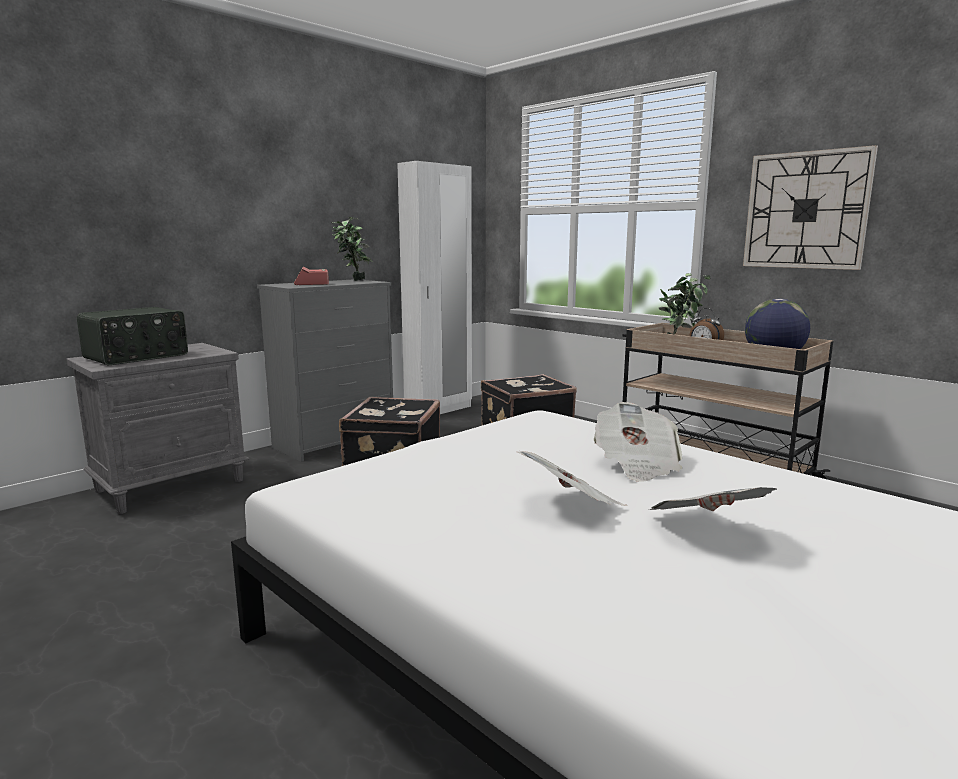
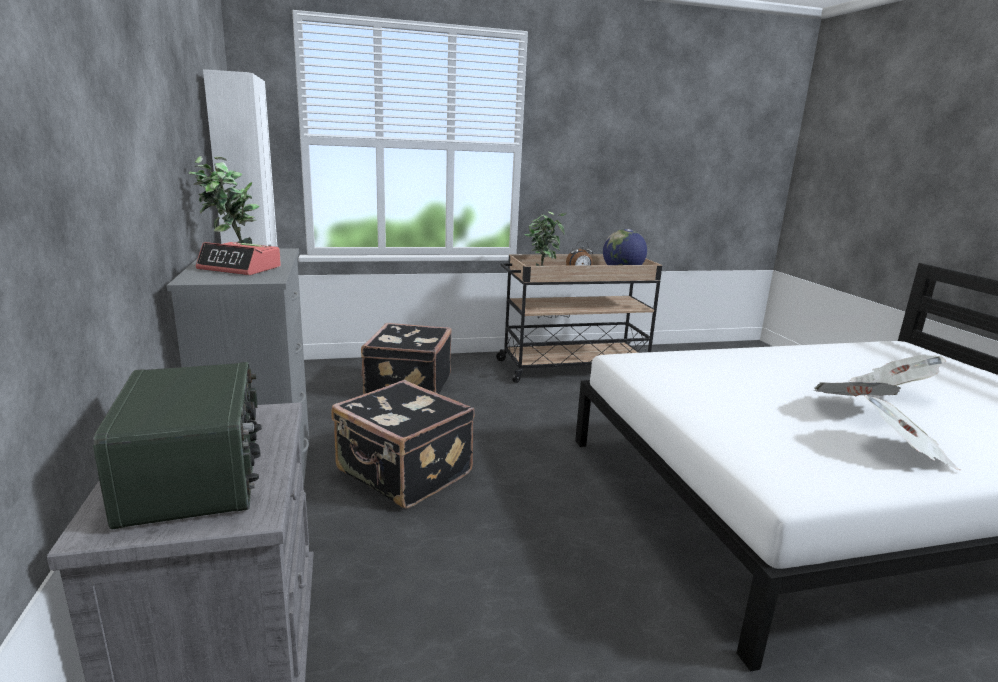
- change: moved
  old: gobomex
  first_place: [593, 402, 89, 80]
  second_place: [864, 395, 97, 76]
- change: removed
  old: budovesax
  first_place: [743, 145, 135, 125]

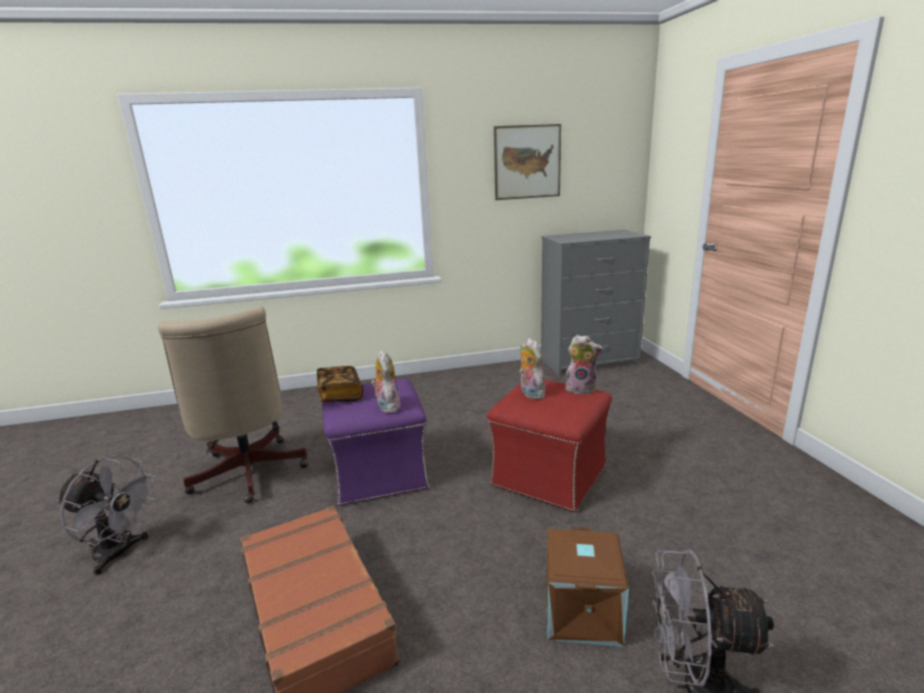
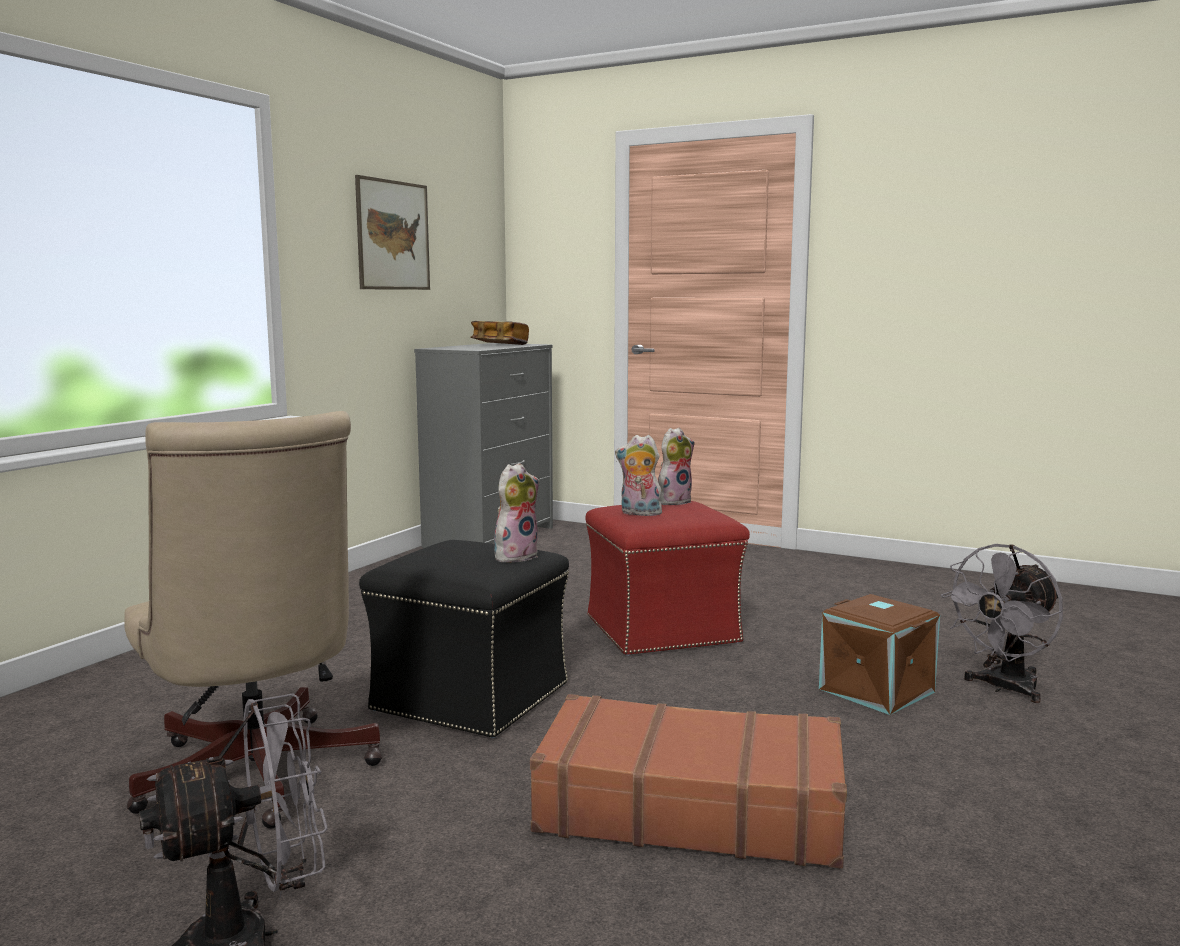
- change: turned
  old: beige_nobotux
  first_place: [158, 306, 150, 197]
  second_place: [124, 411, 258, 418]
  degrees: 45
- change: recoloured
  old: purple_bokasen
  new: black_bokasen
  first_place: [322, 379, 108, 127]
  second_place: [359, 540, 210, 198]
- change: moved
  old: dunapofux
  first_place: [317, 366, 47, 36]
  second_place: [470, 321, 59, 24]
- change: turned
  old: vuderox
  first_place: [371, 350, 29, 63]
  second_place: [494, 463, 45, 99]
  degrees: 105

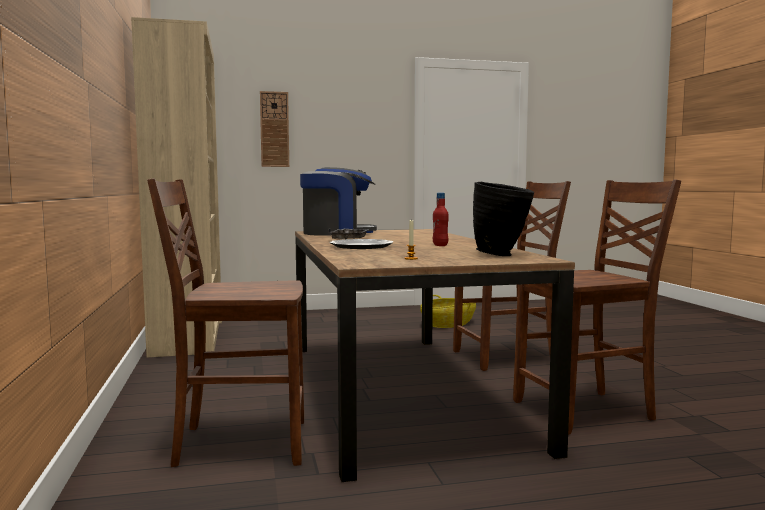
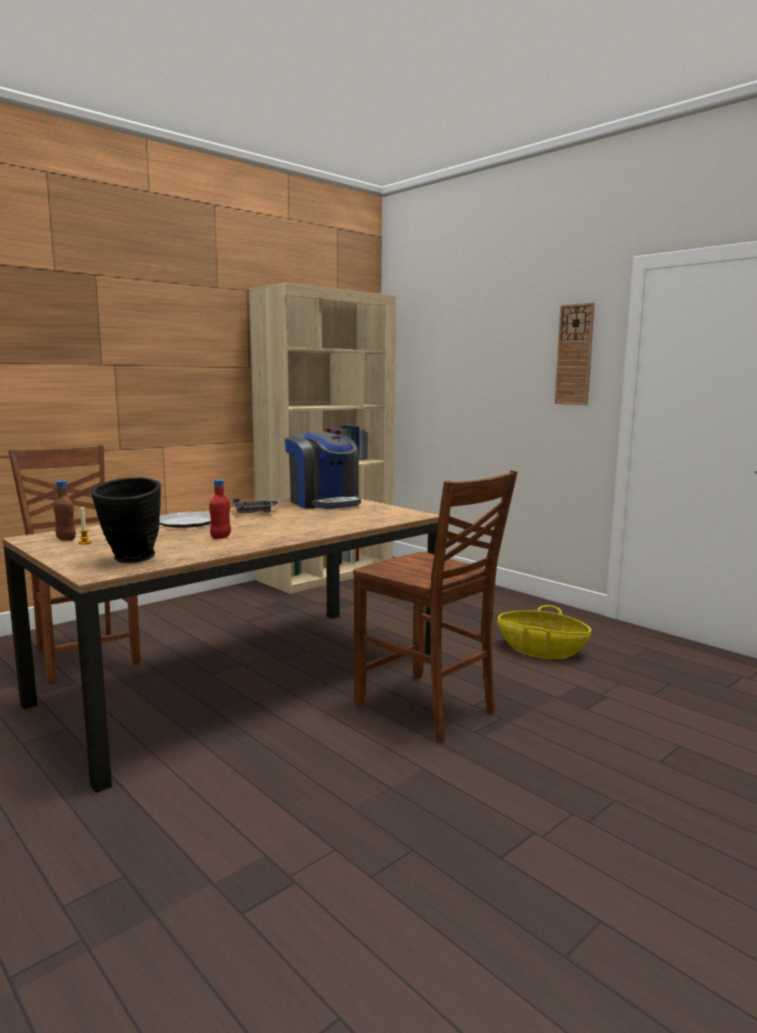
- change: added
  new: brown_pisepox
  second_place: [53, 480, 23, 61]
- change: moved
  old: budovesax
  first_place: [260, 91, 29, 76]
  second_place: [555, 303, 40, 102]
- change: removed
  old: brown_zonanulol
  first_place: [513, 179, 168, 256]

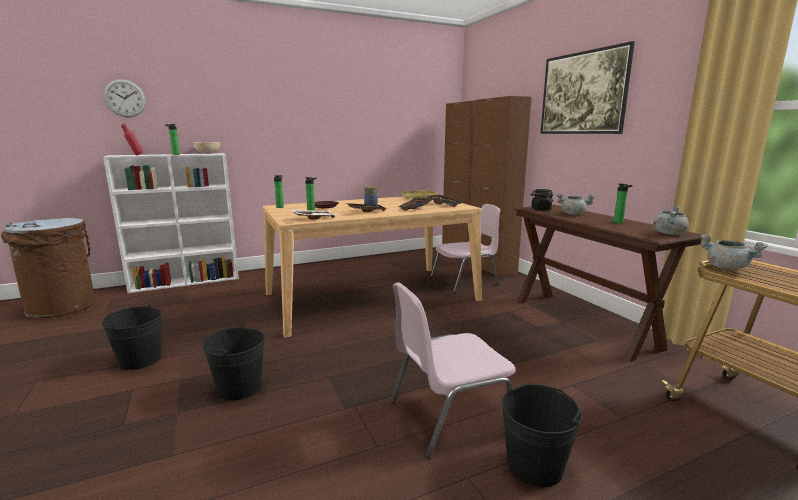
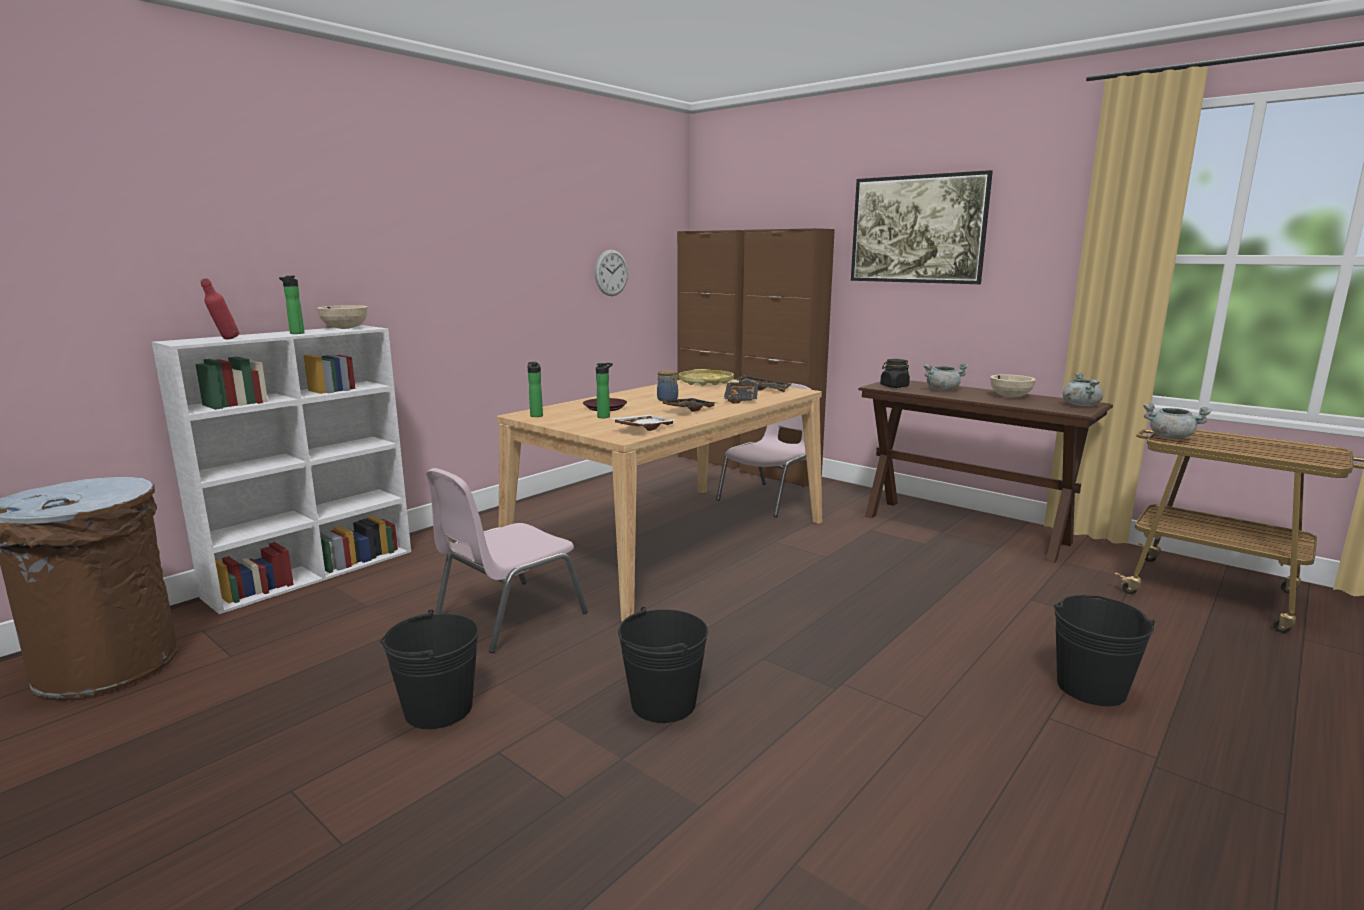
- change: moved
  old: pink_zonanulol
  first_place: [391, 282, 125, 177]
  second_place: [426, 468, 162, 185]
- change: moved
  old: budovesax
  first_place: [103, 79, 43, 39]
  second_place: [595, 250, 33, 46]
- change: replaced
  old: pisepox
  new: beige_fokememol
  first_place: [613, 184, 20, 39]
  second_place: [990, 374, 46, 24]

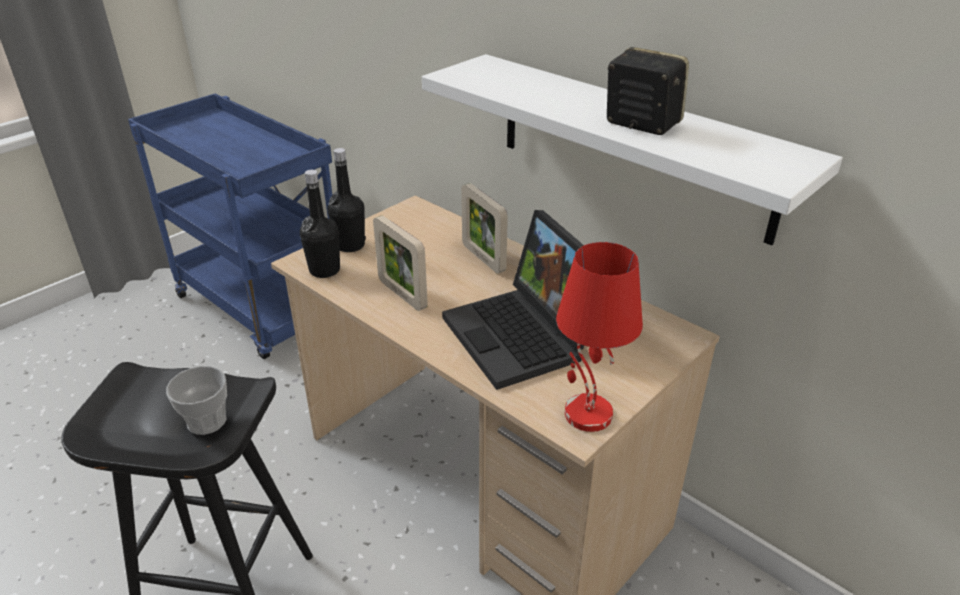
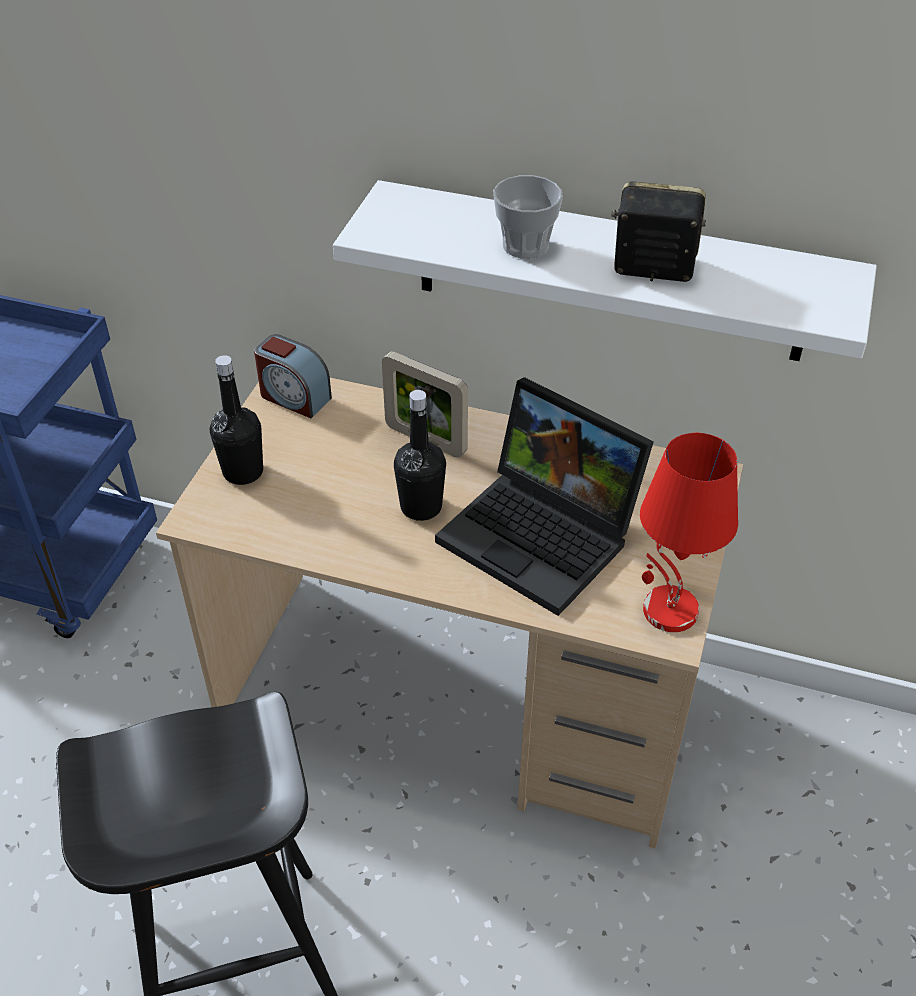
- change: added
  new: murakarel
  second_place: [254, 334, 78, 84]
- change: moved
  old: black_pisepox
  first_place: [300, 170, 40, 108]
  second_place: [394, 390, 52, 131]
- change: moved
  old: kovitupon
  first_place: [166, 366, 61, 69]
  second_place: [493, 175, 70, 84]
- change: removed
  old: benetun
  first_place: [373, 215, 55, 96]

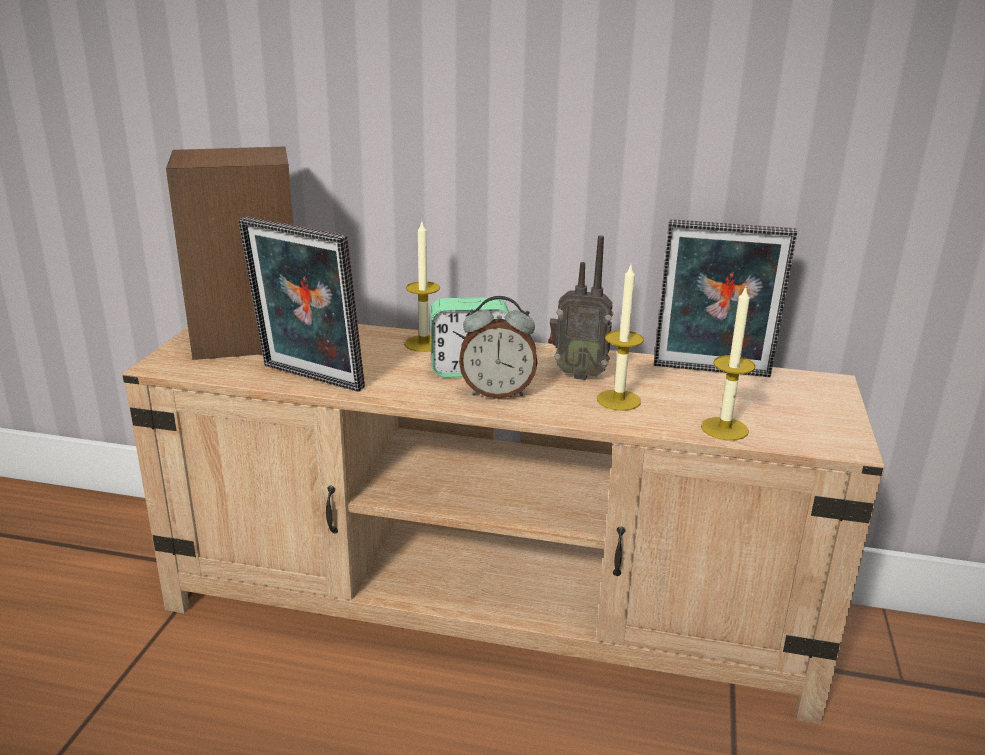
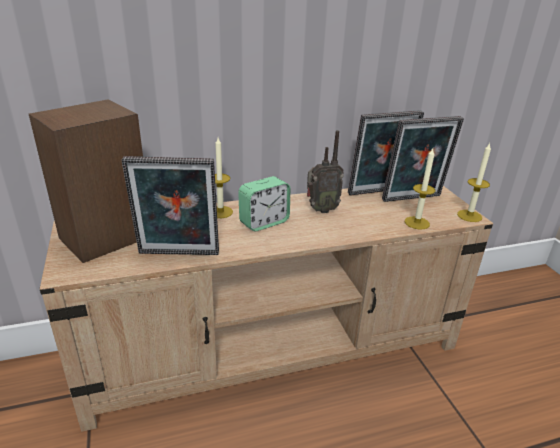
- change: added
  new: benetun
  second_place: [382, 116, 82, 86]
- change: moved
  old: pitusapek
  first_place: [597, 265, 47, 146]
  second_place: [457, 143, 34, 79]
- change: removed
  old: murakarel
  first_place: [459, 296, 79, 103]

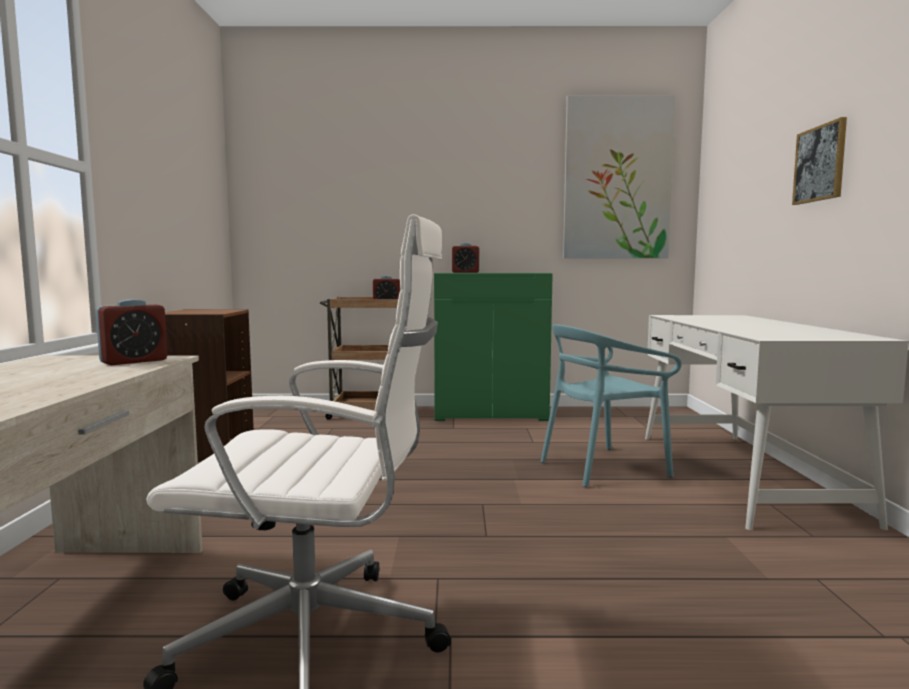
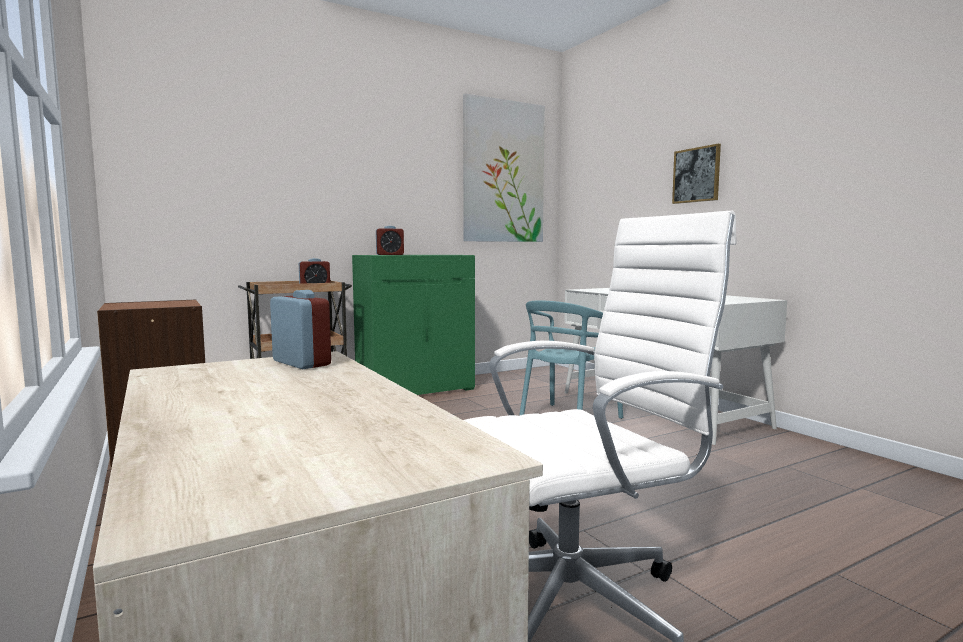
- change: turned
  old: murakarel
  first_place: [96, 299, 72, 66]
  second_place: [270, 290, 61, 79]
  degrees: -60

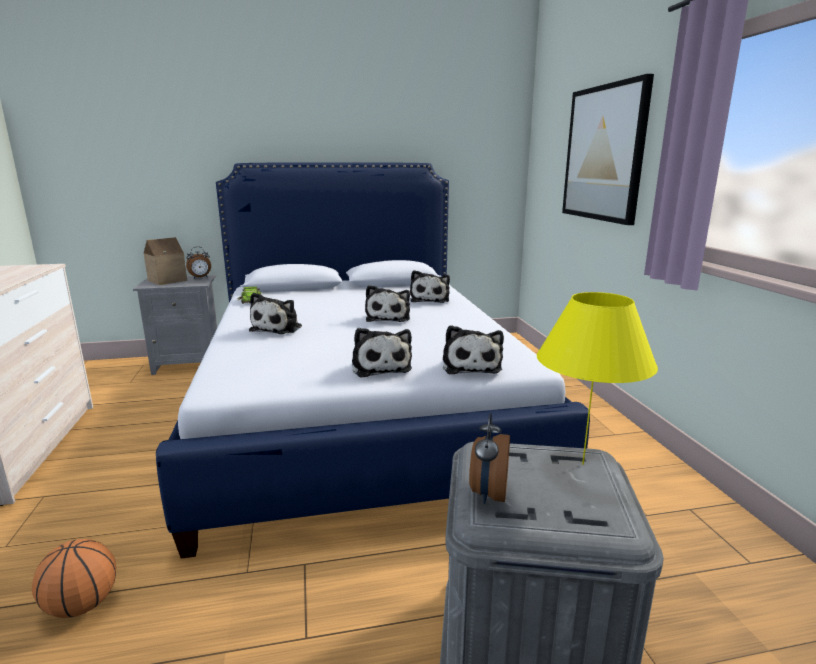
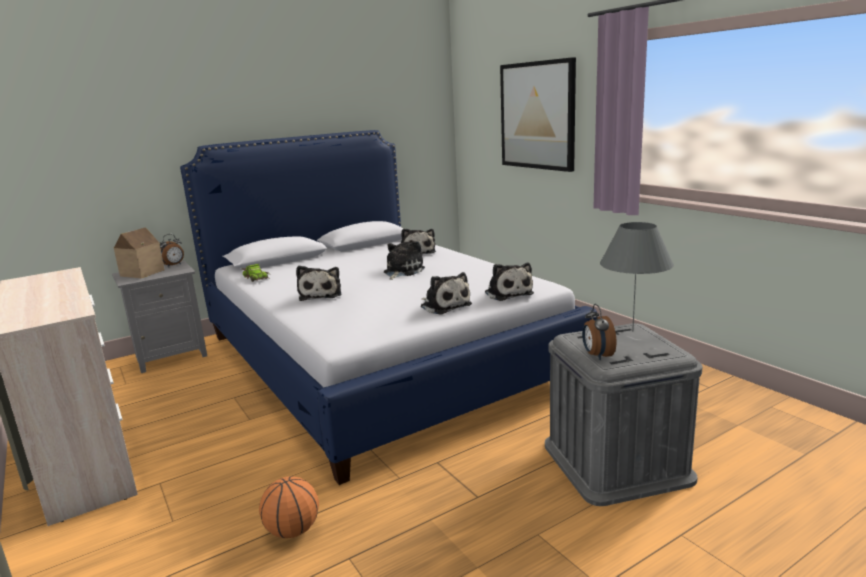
- change: turned
  old: vuderox
  first_place: [365, 285, 45, 37]
  second_place: [384, 241, 41, 39]
  degrees: -135
- change: recoloured
  old: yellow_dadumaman
  new: grey_dadumaman
  first_place: [537, 292, 121, 173]
  second_place: [600, 222, 74, 110]

